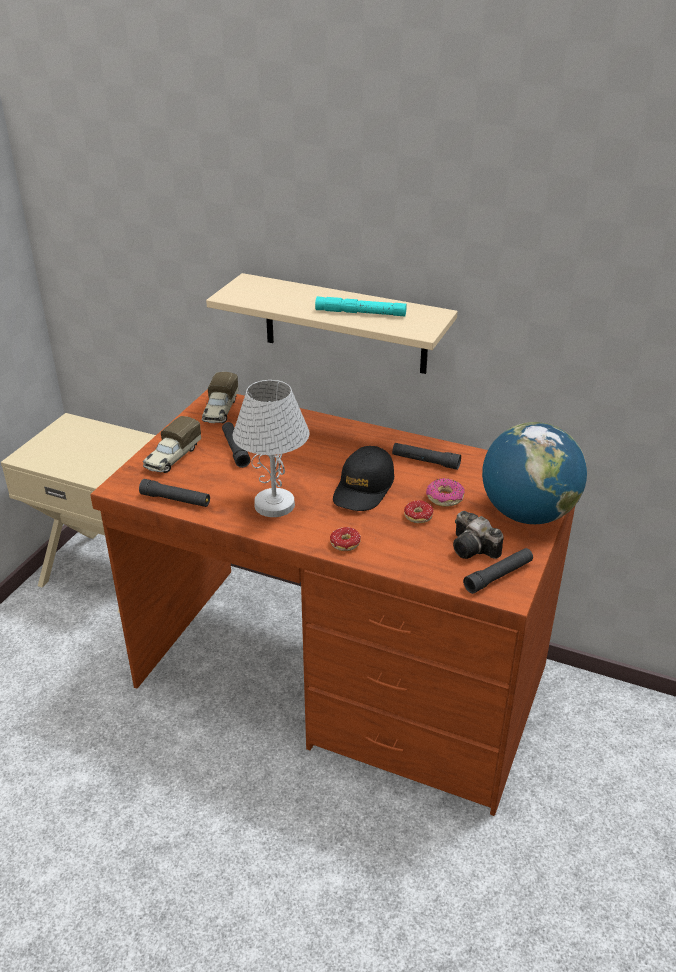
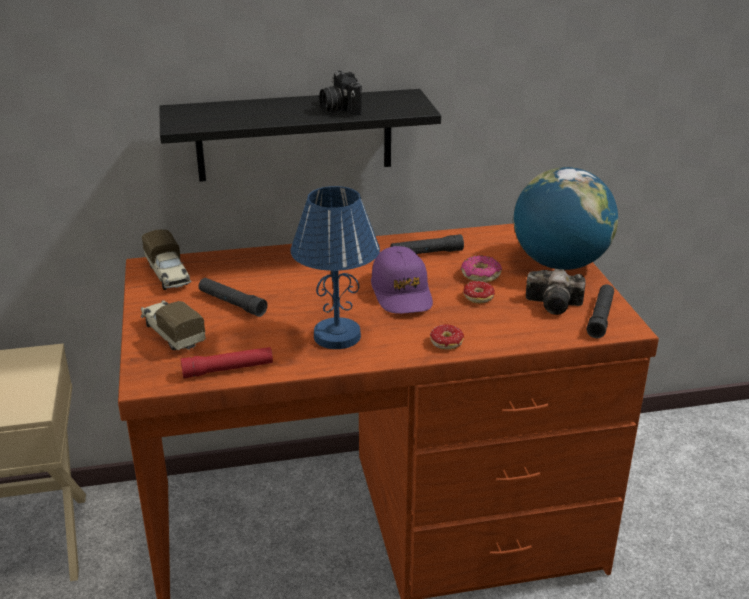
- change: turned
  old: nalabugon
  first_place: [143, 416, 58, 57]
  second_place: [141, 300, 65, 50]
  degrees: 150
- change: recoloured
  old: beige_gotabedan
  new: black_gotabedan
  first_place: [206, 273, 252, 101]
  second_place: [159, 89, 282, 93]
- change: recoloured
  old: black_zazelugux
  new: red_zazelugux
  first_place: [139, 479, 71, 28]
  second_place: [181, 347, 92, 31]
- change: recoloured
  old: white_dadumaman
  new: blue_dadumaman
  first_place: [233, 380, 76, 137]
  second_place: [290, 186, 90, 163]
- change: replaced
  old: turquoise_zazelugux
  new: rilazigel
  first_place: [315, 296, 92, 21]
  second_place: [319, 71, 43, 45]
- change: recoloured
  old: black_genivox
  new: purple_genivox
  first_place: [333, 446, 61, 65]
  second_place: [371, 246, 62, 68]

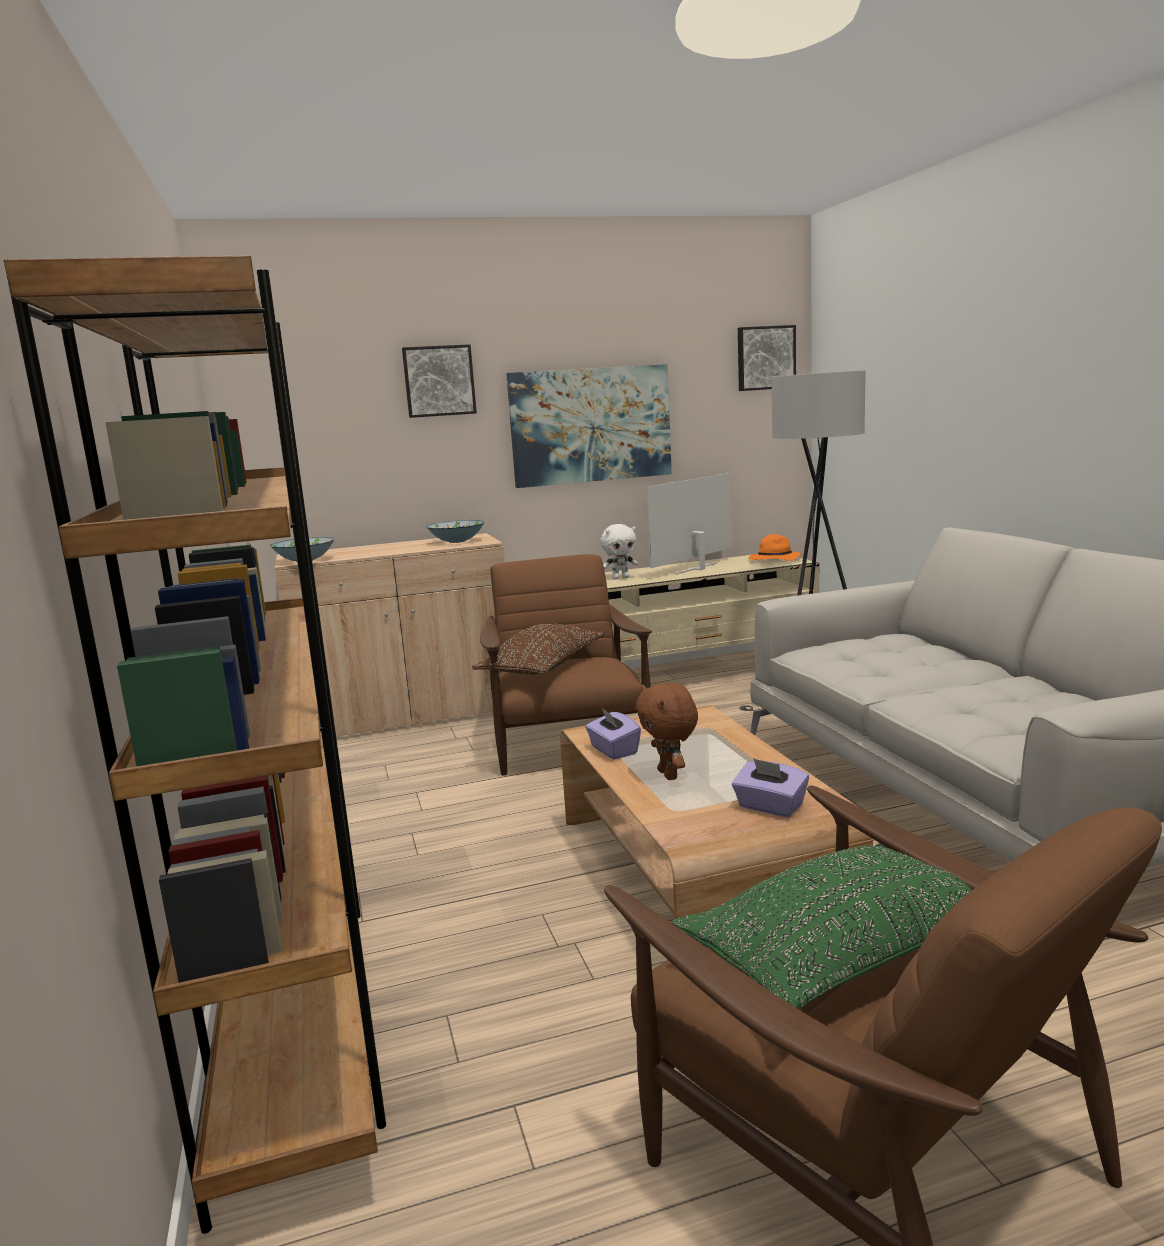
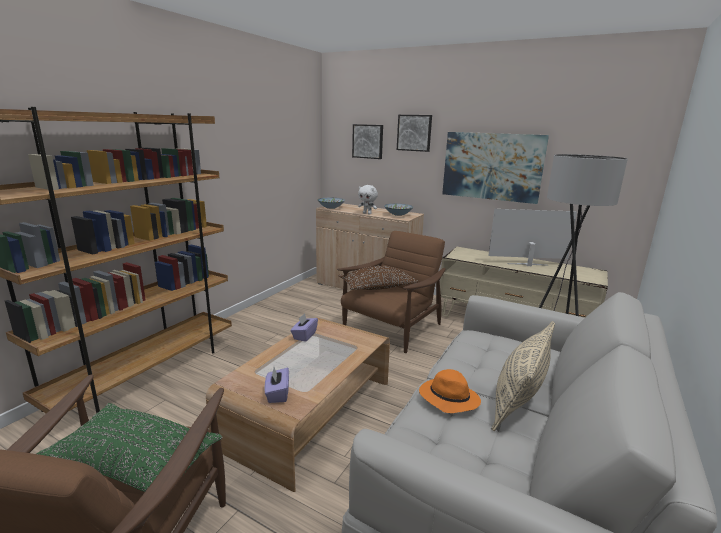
- change: moved
  old: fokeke
  first_place: [738, 325, 58, 66]
  second_place: [352, 124, 31, 35]
- change: moved
  old: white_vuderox
  first_place: [601, 524, 37, 56]
  second_place: [358, 185, 20, 30]
- change: moved
  old: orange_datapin
  first_place: [748, 534, 54, 27]
  second_place: [419, 369, 62, 44]
- change: added
  new: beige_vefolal
  second_place: [491, 321, 64, 110]
- change: removed
  old: brown_vuderox
  first_place: [636, 683, 62, 97]

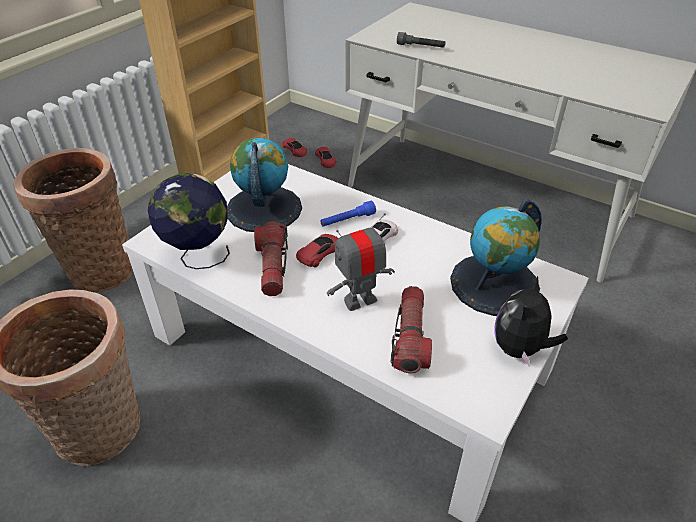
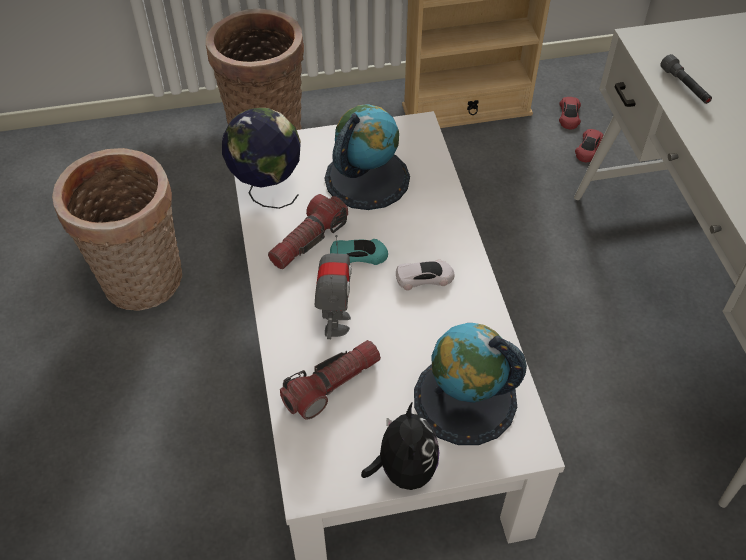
- change: turned
  old: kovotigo
  first_place: [327, 213, 68, 98]
  second_place: [315, 235, 37, 104]
  degrees: 75
- change: recoloured
  old: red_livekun
  new: turquoise_livekun
  first_place: [296, 234, 42, 33]
  second_place: [330, 239, 58, 26]
- change: turned
  old: vuderox
  first_place: [495, 276, 73, 90]
  second_place: [361, 403, 79, 87]
  degrees: 105
- change: removed
  old: blue_zazelugux
  first_place: [321, 201, 55, 26]

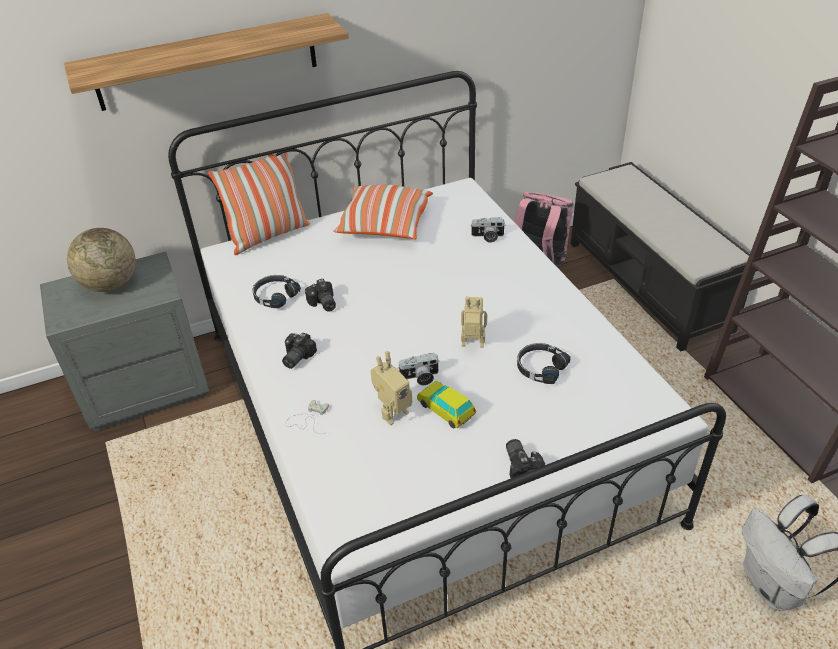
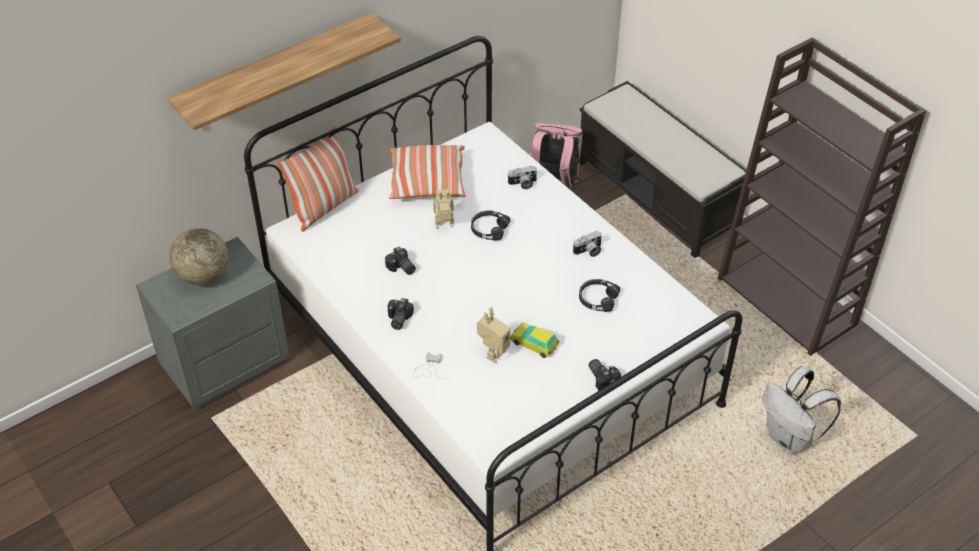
- change: moved
  old: kovotigo
  first_place: [461, 296, 26, 52]
  second_place: [433, 189, 21, 40]
- change: moved
  old: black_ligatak
  first_place: [252, 275, 49, 33]
  second_place: [471, 210, 39, 30]
- change: moved
  old: rilazigel
  first_place: [397, 353, 42, 32]
  second_place: [573, 231, 29, 26]

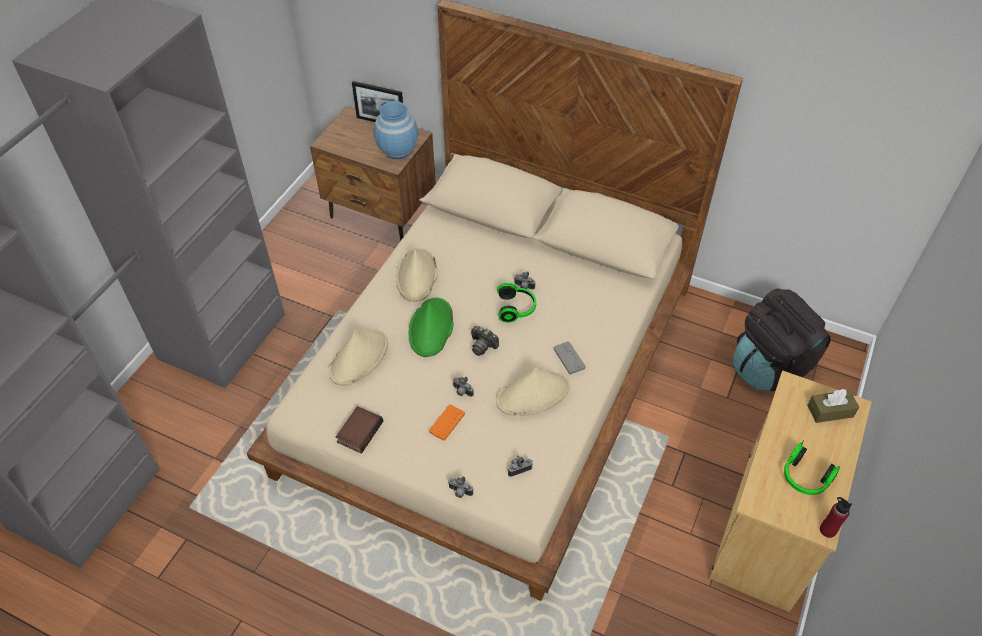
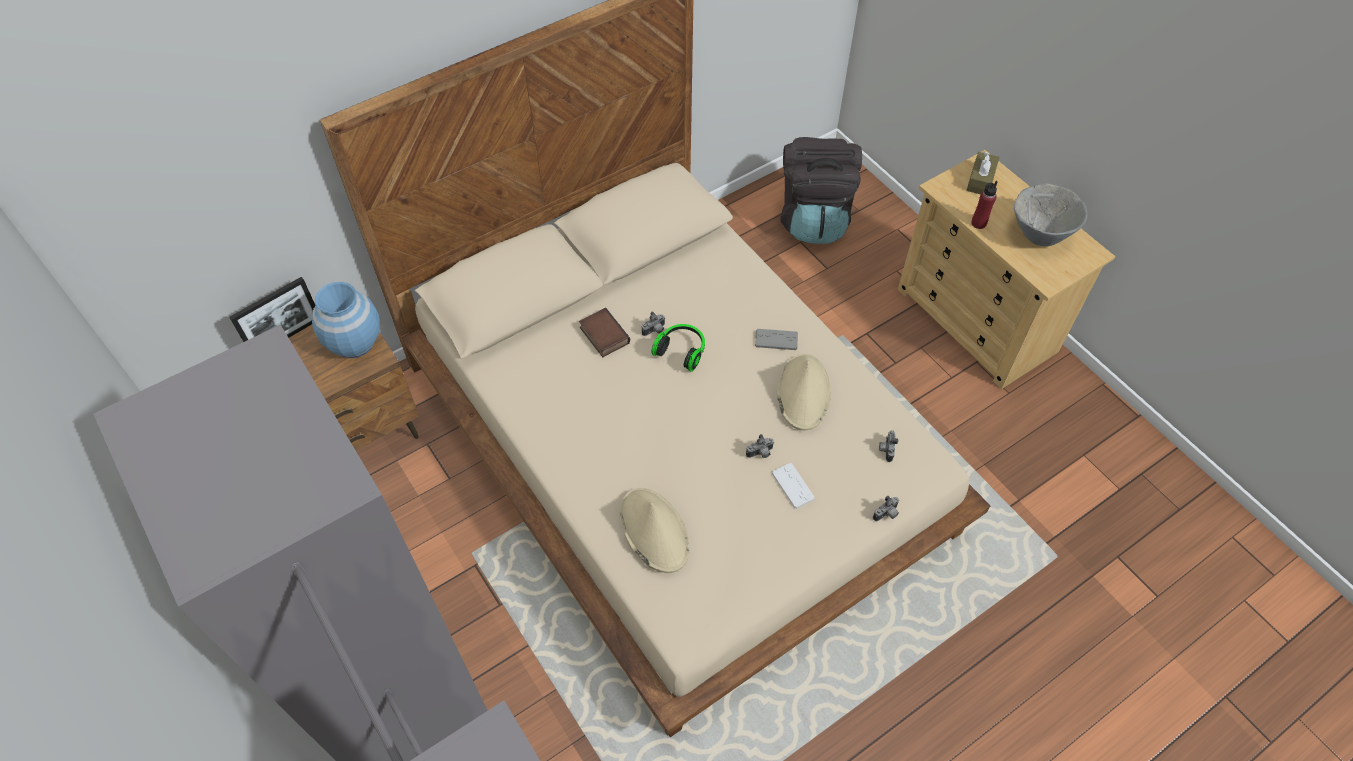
- change: moved
  old: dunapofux
  first_place: [336, 406, 47, 48]
  second_place: [579, 308, 51, 49]
- change: recoloured
  old: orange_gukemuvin
  new: white_gukemuvin
  first_place: [429, 404, 36, 37]
  second_place: [772, 463, 43, 46]
- change: moved
  old: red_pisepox
  first_place: [820, 497, 32, 41]
  second_place: [971, 181, 26, 48]
- change: replaced
  old: ligatak
  new: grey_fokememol
  first_place: [784, 440, 56, 55]
  second_place: [1014, 183, 73, 64]
- change: removed
  old: beige_datapin
  first_place: [396, 247, 42, 55]
- change: removed
  old: green_datapin
  first_place: [409, 297, 45, 60]
- change: removed
  old: rilazigel
  first_place: [471, 326, 28, 30]

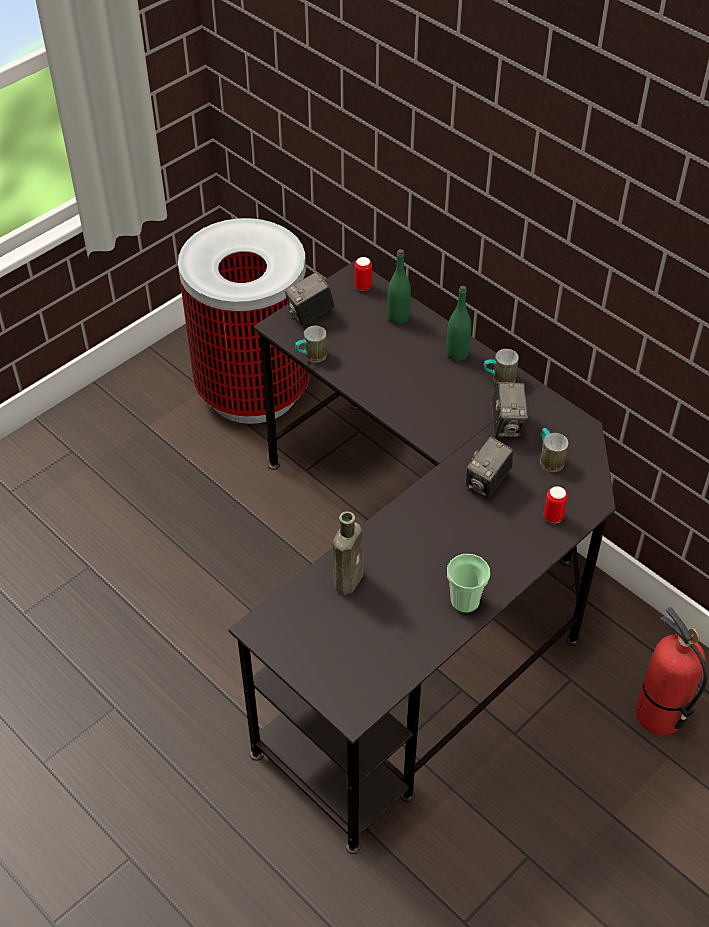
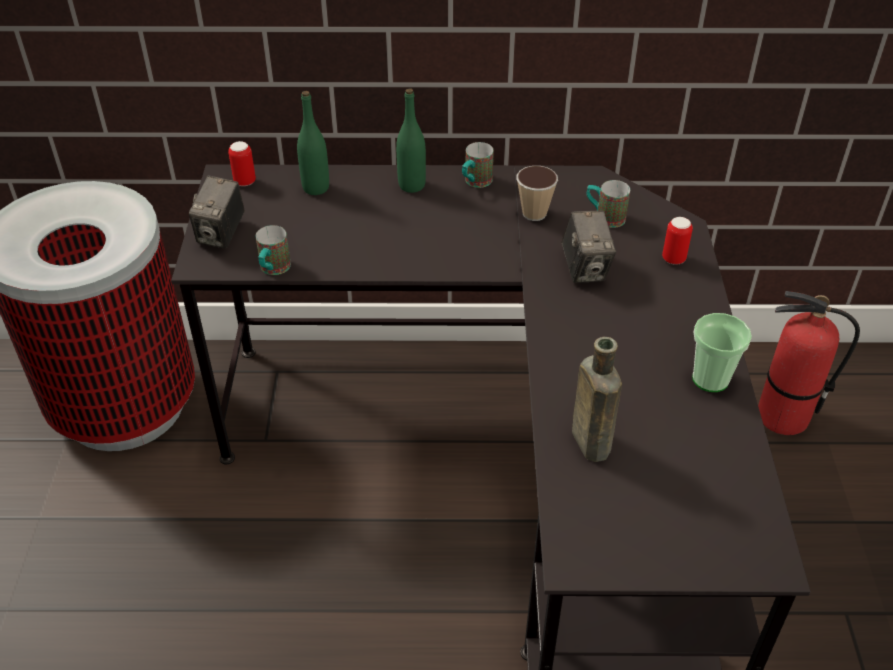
- change: replaced
  old: rilazigel
  new: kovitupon
  first_place: [491, 382, 37, 55]
  second_place: [516, 166, 42, 55]

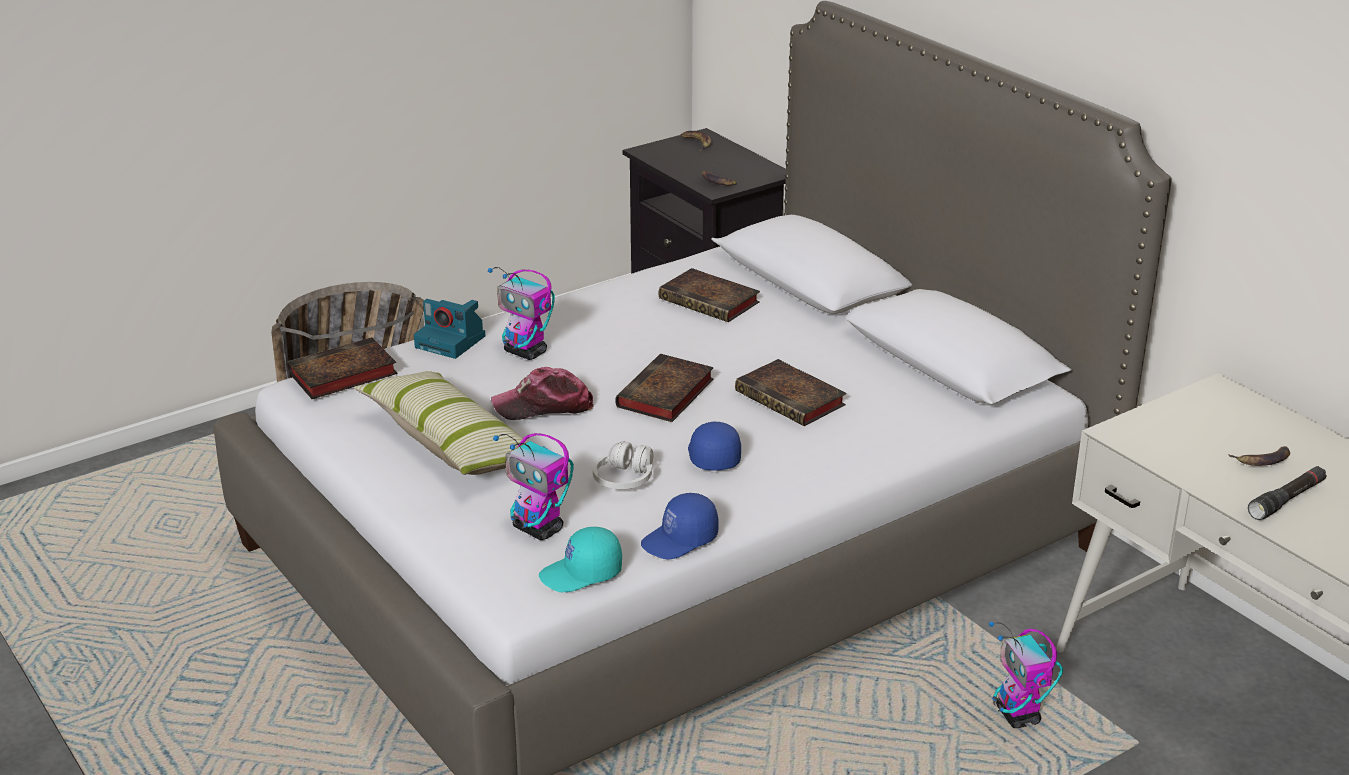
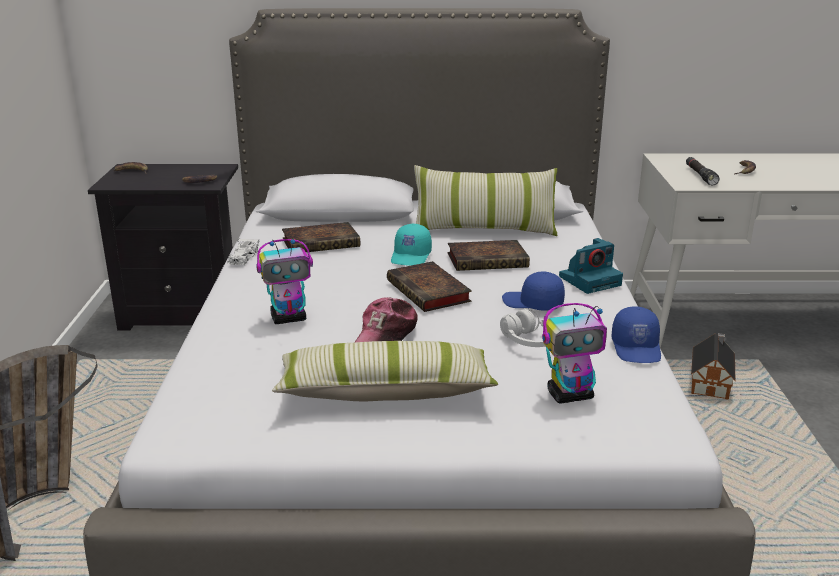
- change: added
  new: white_livekun
  second_place: [227, 238, 32, 27]
- change: moved
  old: turquoise_genivox
  first_place: [539, 527, 83, 65]
  second_place: [391, 224, 41, 42]
- change: added
  new: vefolal
  second_place: [414, 165, 143, 71]
- change: moved
  old: rilazigel
  first_place: [414, 299, 71, 60]
  second_place: [559, 238, 64, 56]
- change: moved
  old: black_zazelugux
  first_place: [1248, 466, 79, 54]
  second_place: [686, 157, 33, 29]
- change: replaced
  old: kovotigo
  new: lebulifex
  first_place: [989, 621, 74, 107]
  second_place: [691, 333, 45, 67]
- change: removed
  old: dunapofux
  first_place: [287, 337, 110, 62]

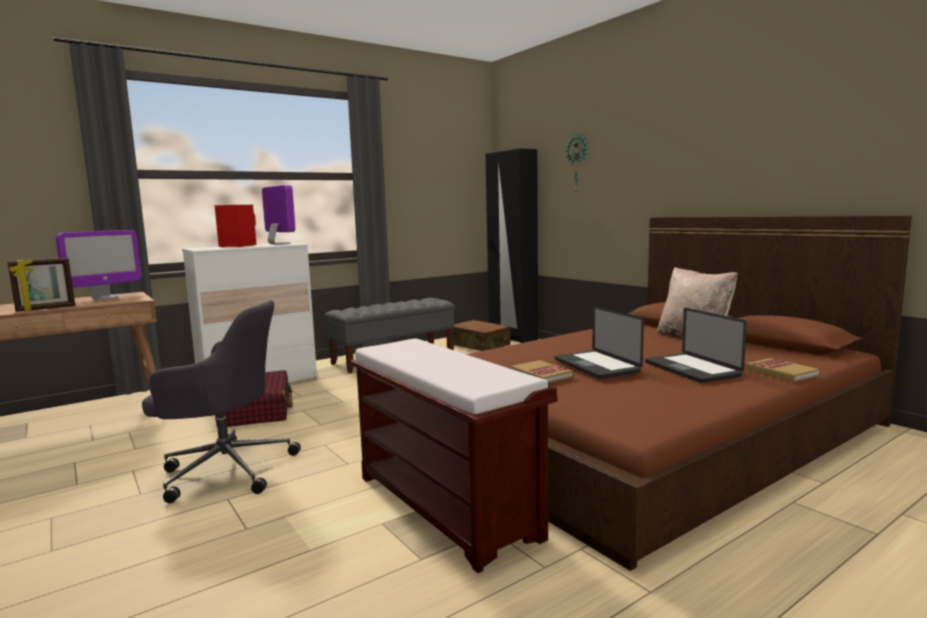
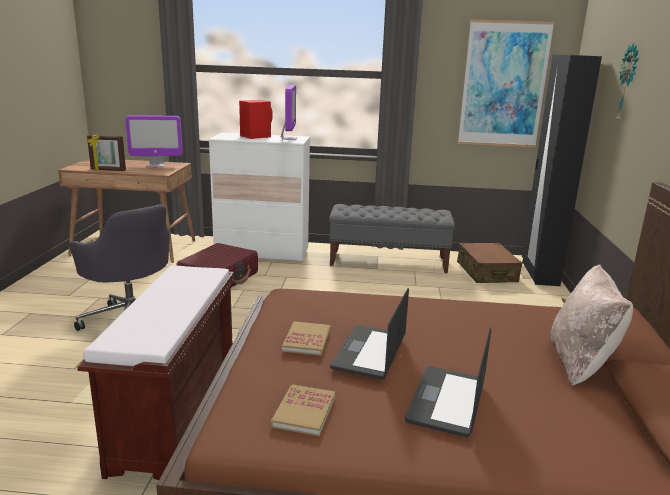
- change: moved
  old: dunapofux
  first_place: [745, 358, 74, 24]
  second_place: [271, 385, 64, 51]
- change: added
  new: fokeke
  second_place: [458, 20, 96, 127]

